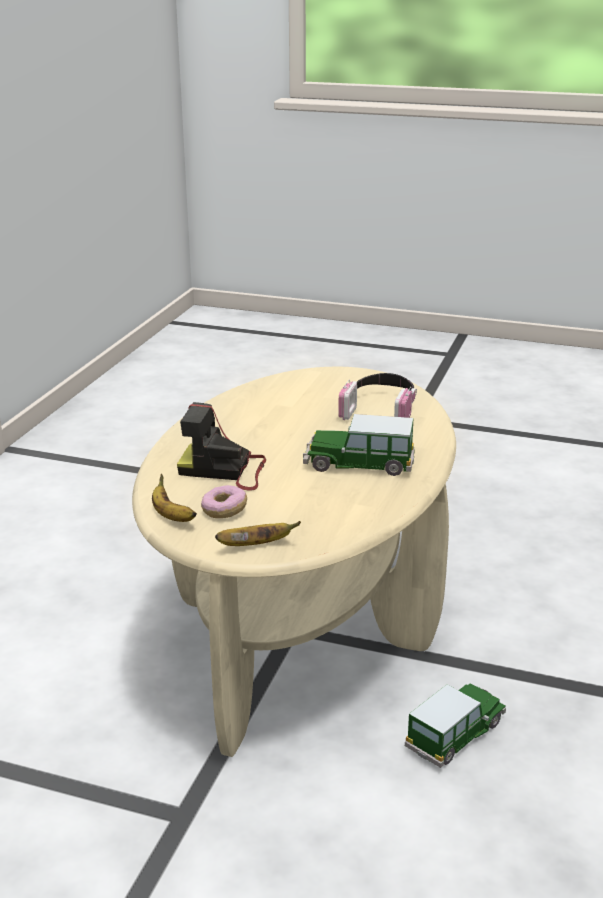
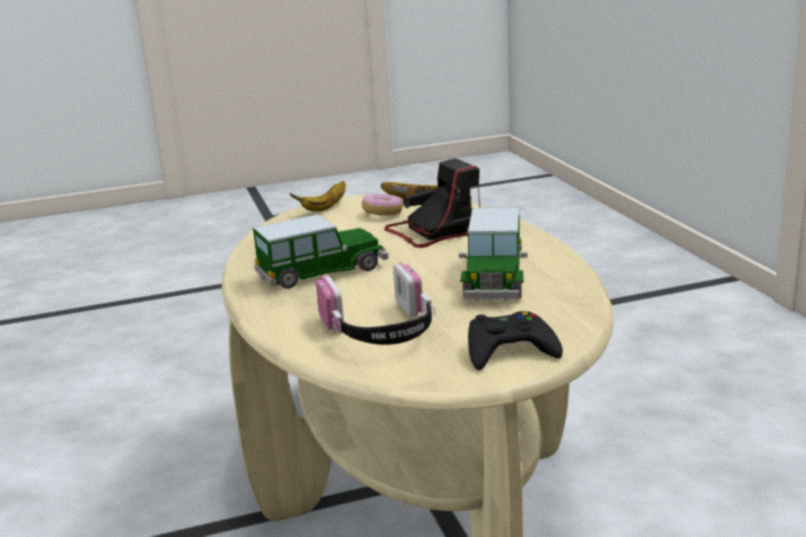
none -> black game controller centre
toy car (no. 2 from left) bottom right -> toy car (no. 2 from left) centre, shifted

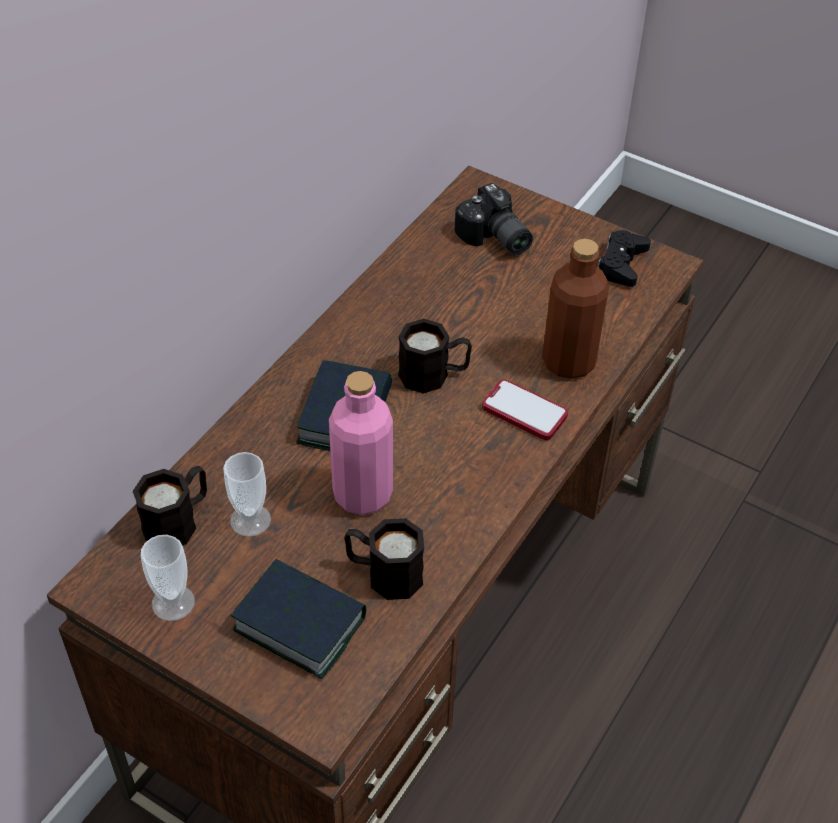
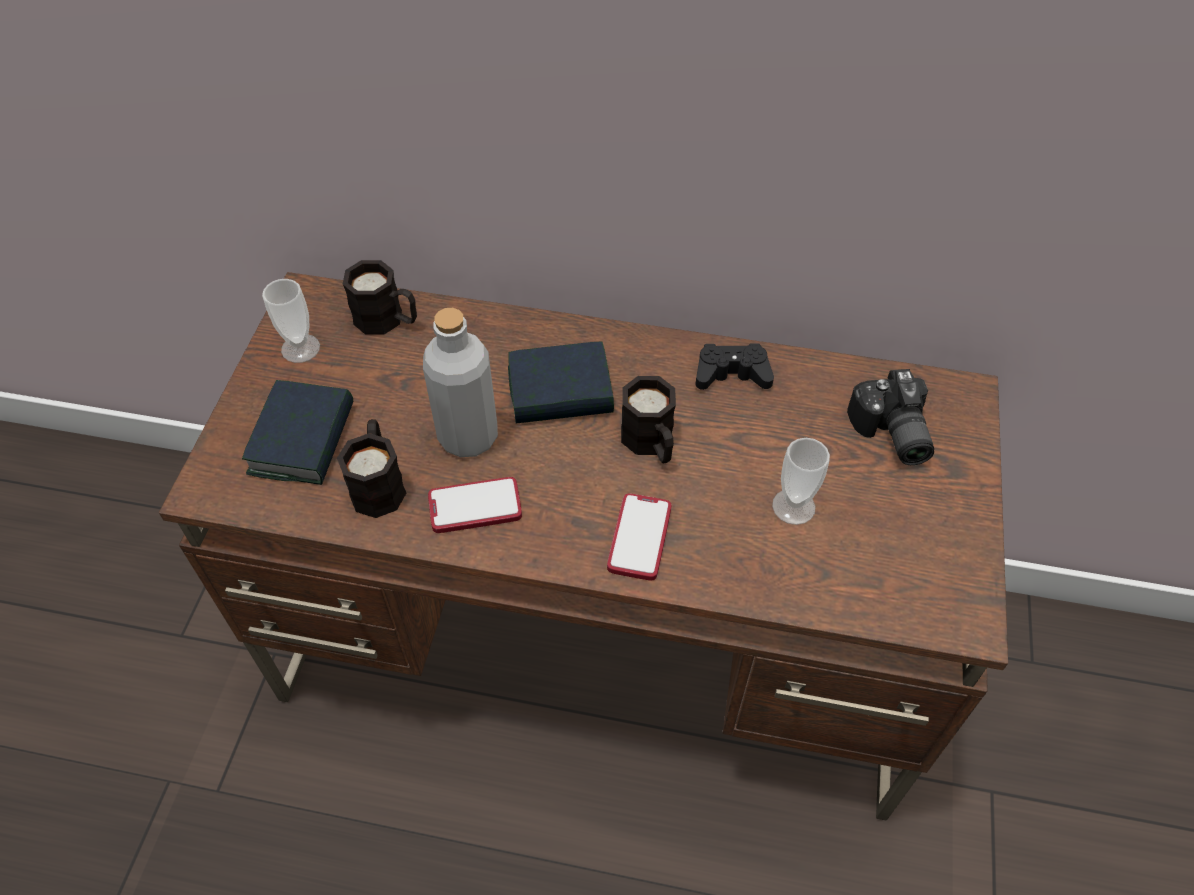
brown bottle middle right -> none
none -> phone (no. 1 from left) centre
cup (no. 2 from left) middle left -> cup (no. 2 from left) middle right, shifted
black game controller top right -> black game controller centre, shifted
pink bottle centre -> grey bottle centre
photo camera top centre -> photo camera middle right, 45 degrees counterclockwise

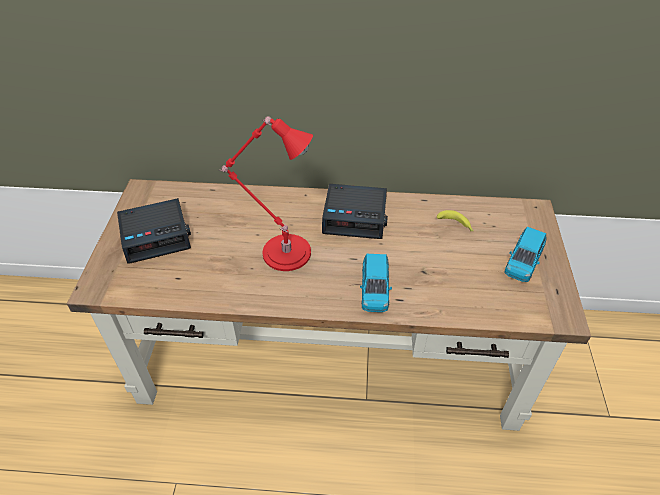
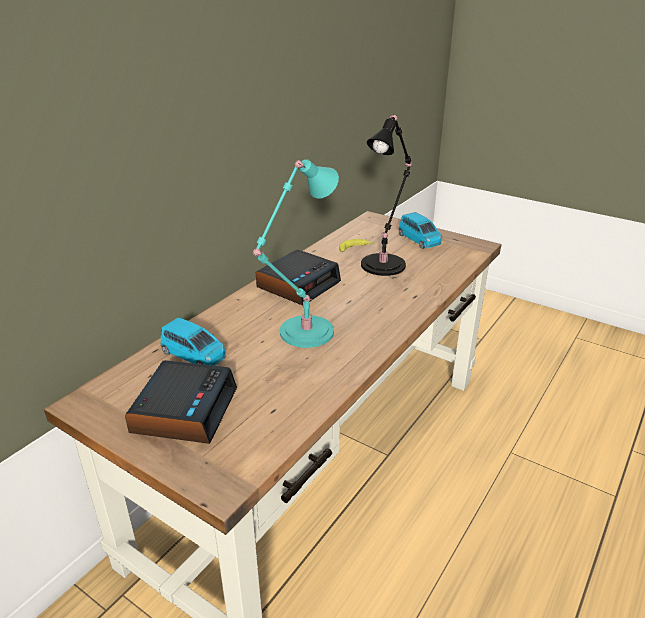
none -> black table lamp top centre
blue toy car (no. 1 from left) centre -> blue toy car (no. 1 from left) middle left, shifted
red table lamp centre -> turquoise table lamp centre

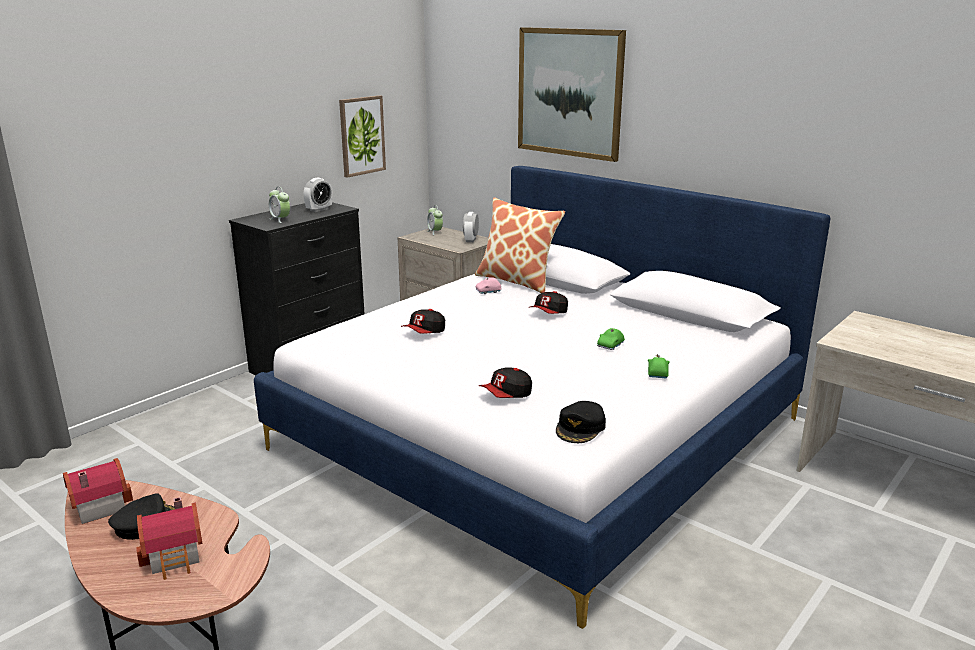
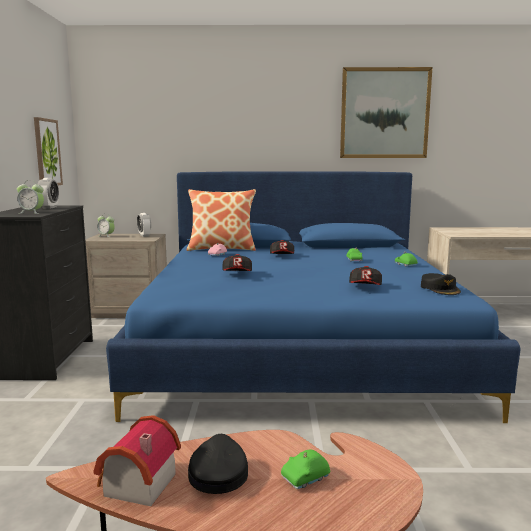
picture (no. 2 from left) top centre -> picture (no. 2 from left) top right, shifted
toy house (no. 2 from left) bottom left -> green toy car (no. 1 from left) bottom centre
white bed centre -> blue bed centre

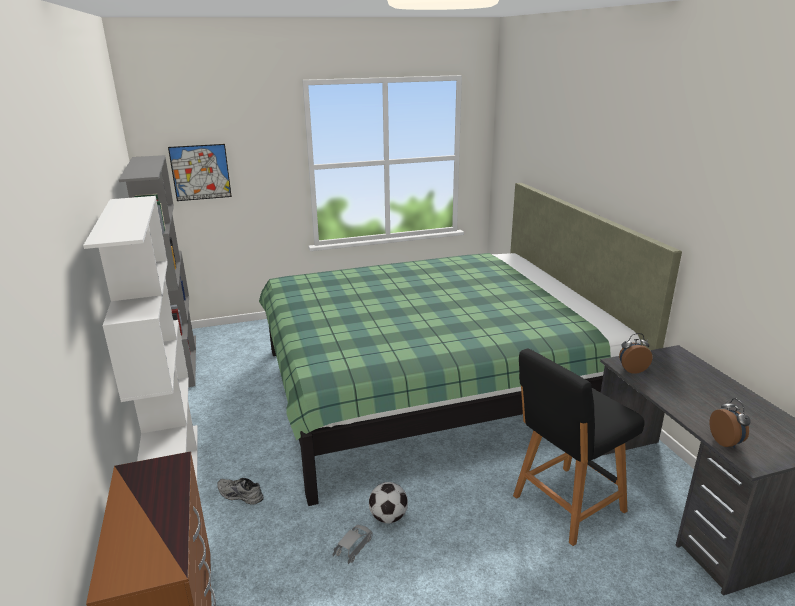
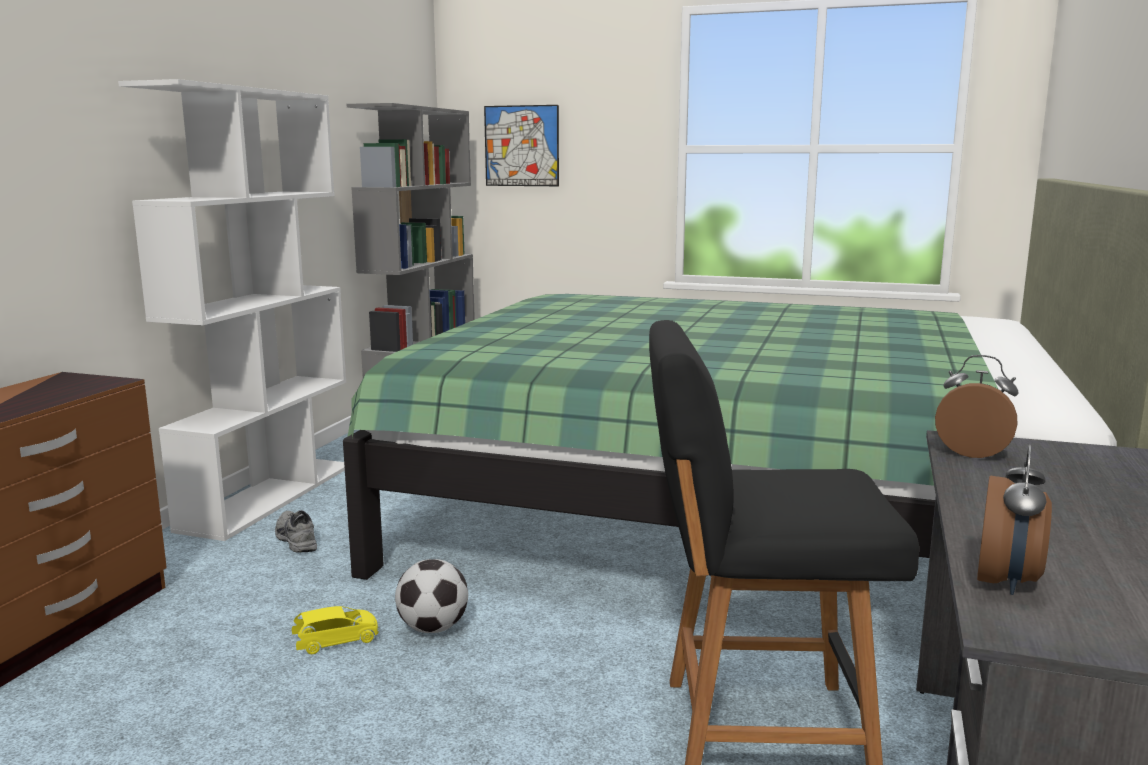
grey toy car bottom centre -> yellow toy car bottom left

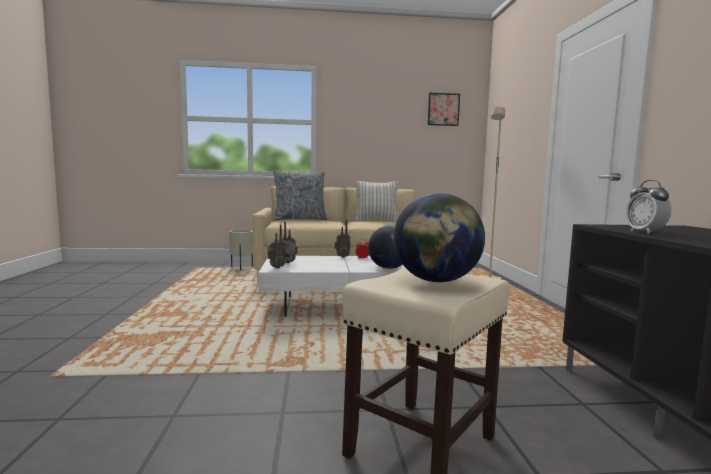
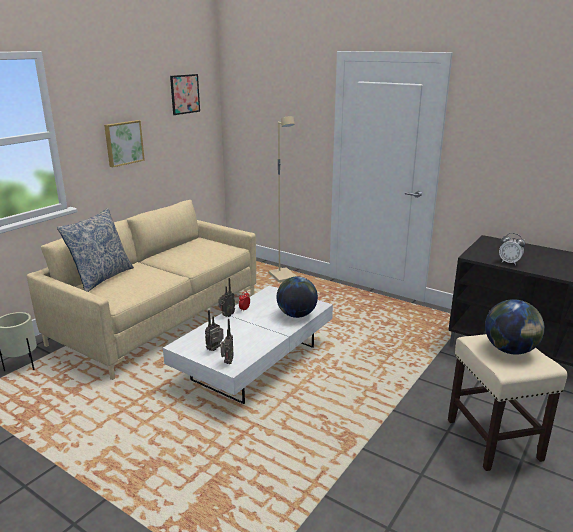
pillow (no. 2 from left) centre -> none
none -> picture (no. 1 from left) top left

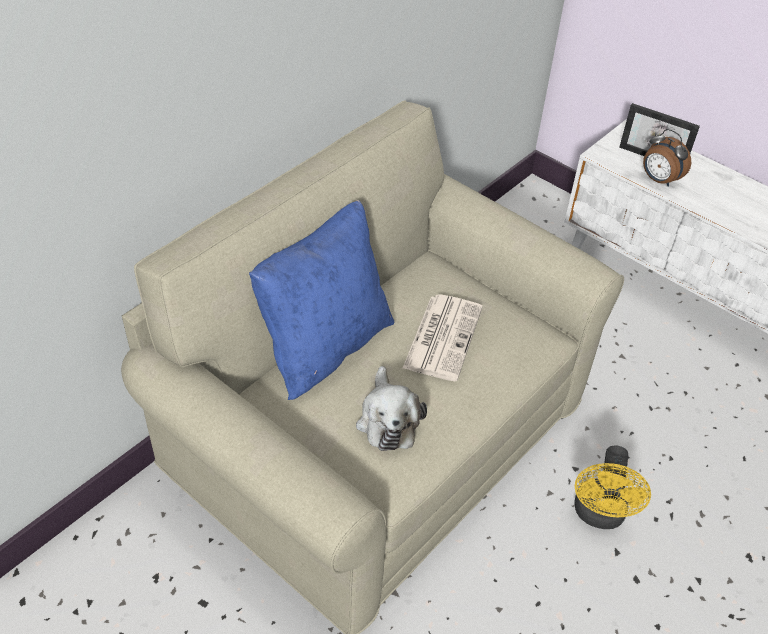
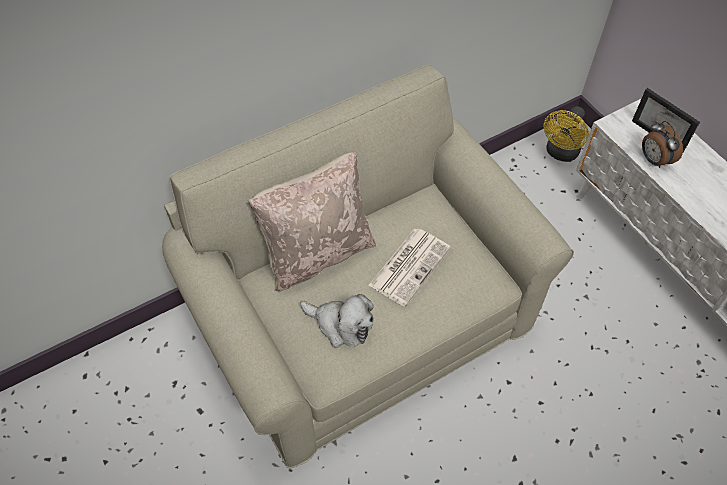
yellow fan bottom right -> yellow fan top right, shifted
blue pillow centre -> beige pillow centre
plush toy centre, 75 degrees counterclockwise

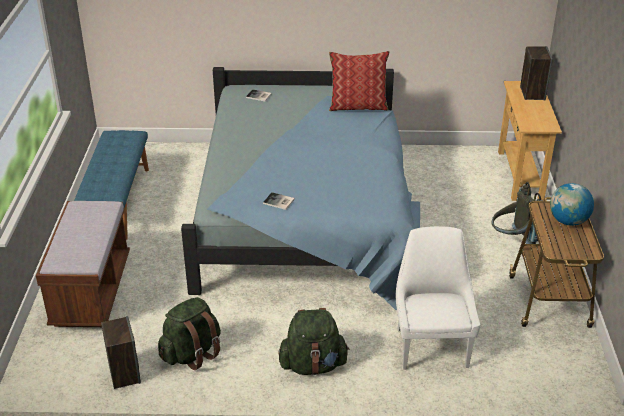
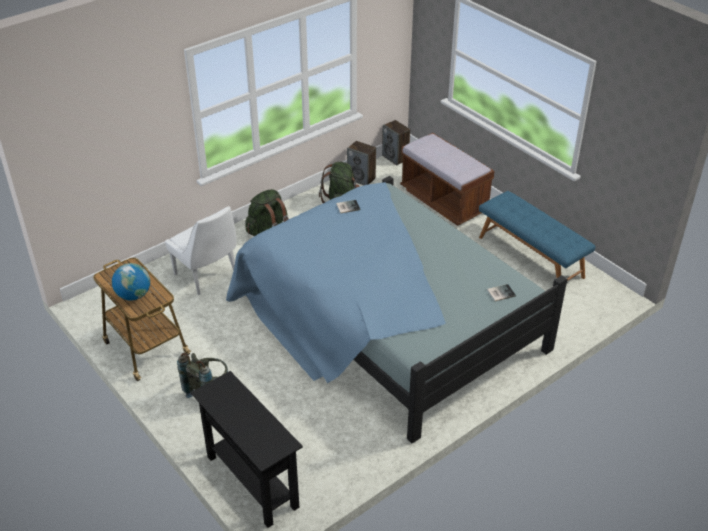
pillow top centre -> none
speaker (no. 2 from left) top right -> speaker (no. 2 from left) top centre, shifted
beige console table middle right -> black console table bottom centre

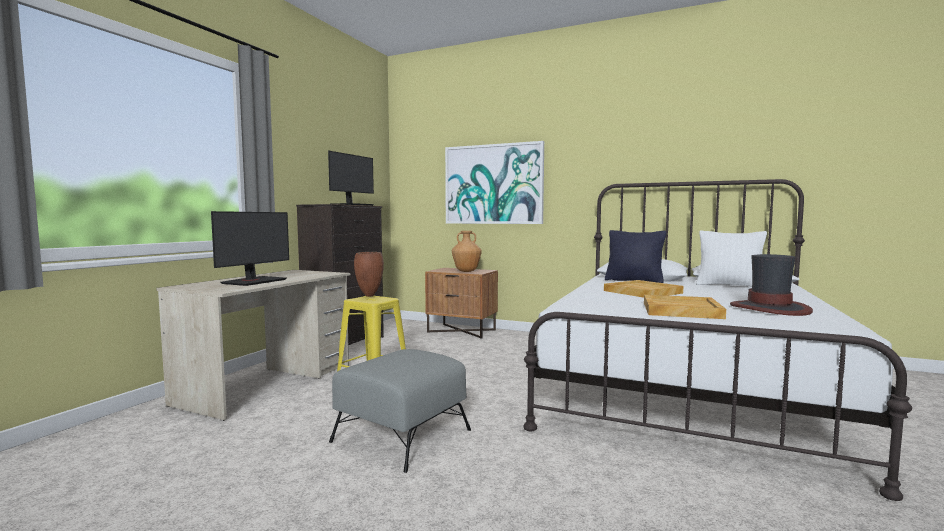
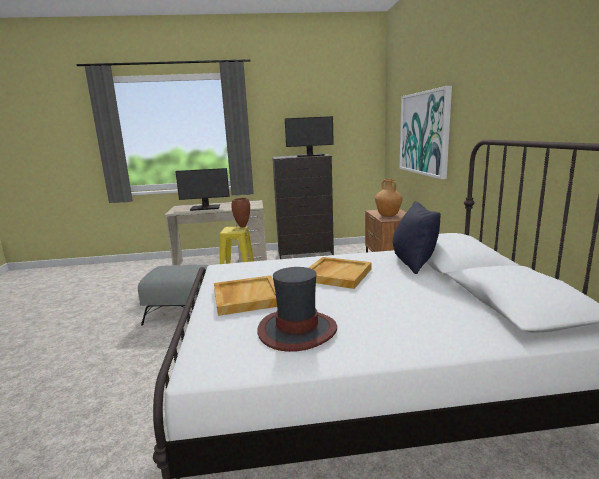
white pillow middle right -> none

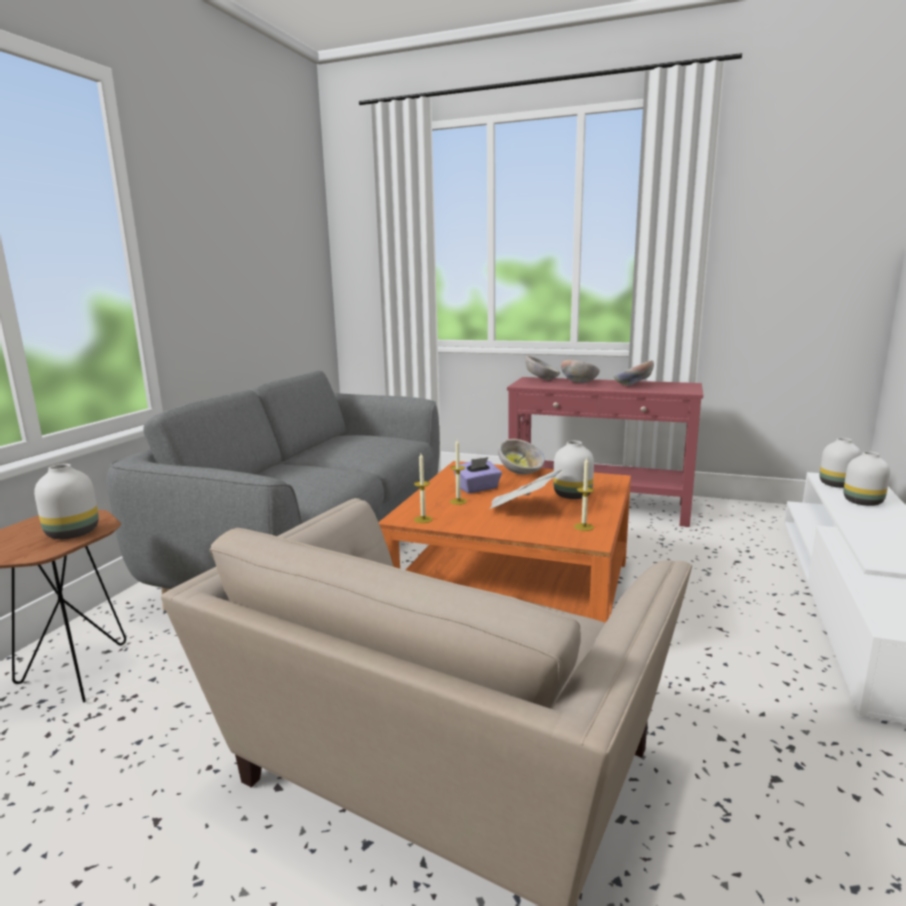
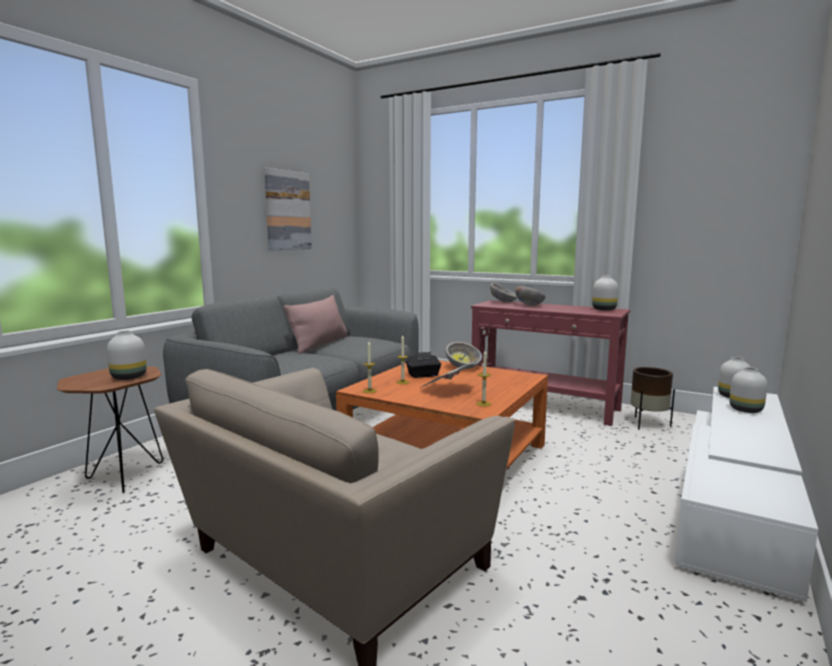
bowl (no. 4 from left) middle right -> none
none -> picture top centre
none -> pink pillow centre
none -> brown planter middle right
white vase (no. 2 from left) centre -> white vase (no. 2 from left) middle right, shifted
purple tissue box centre -> black tissue box centre

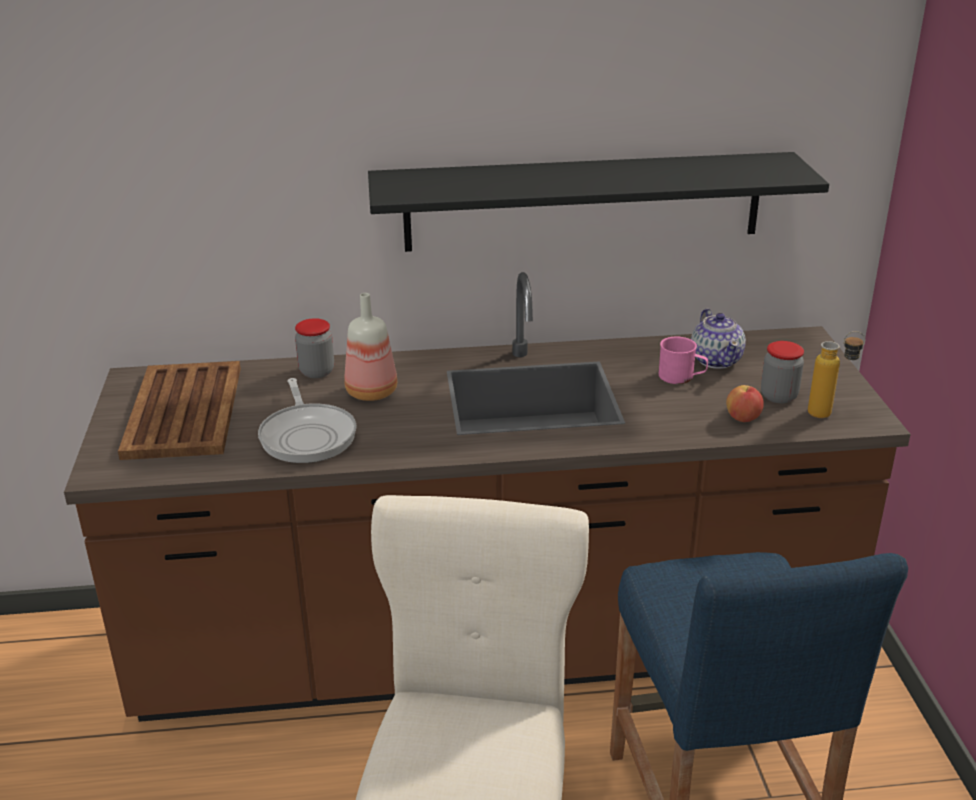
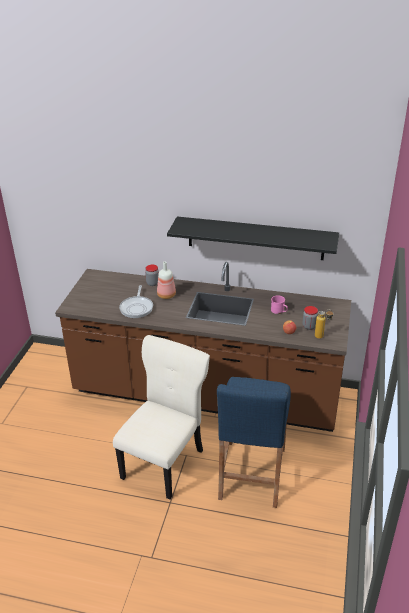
brown tray middle left -> none
teapot middle right -> none

